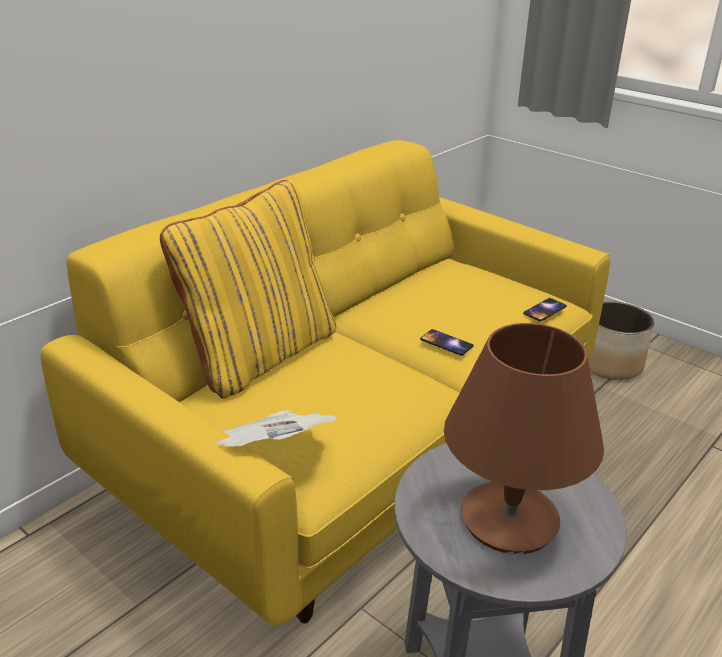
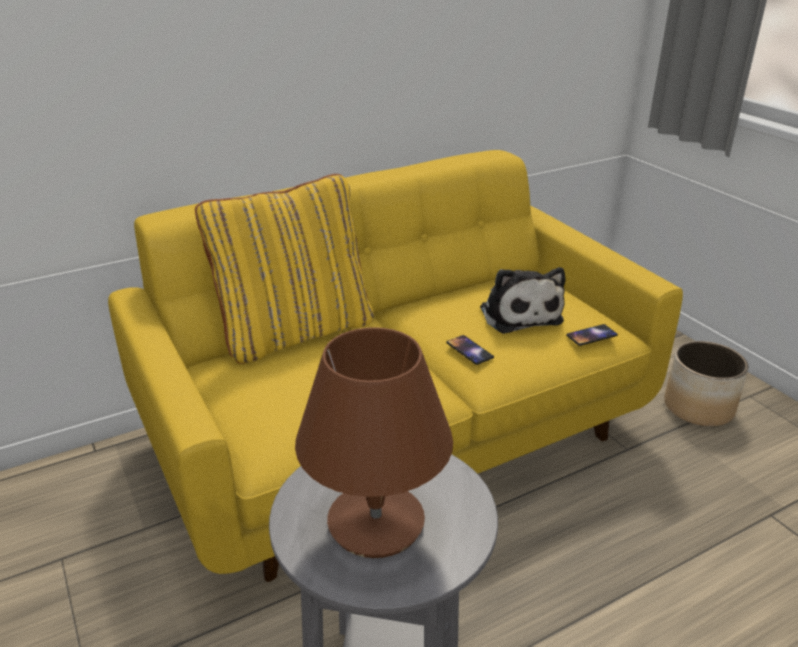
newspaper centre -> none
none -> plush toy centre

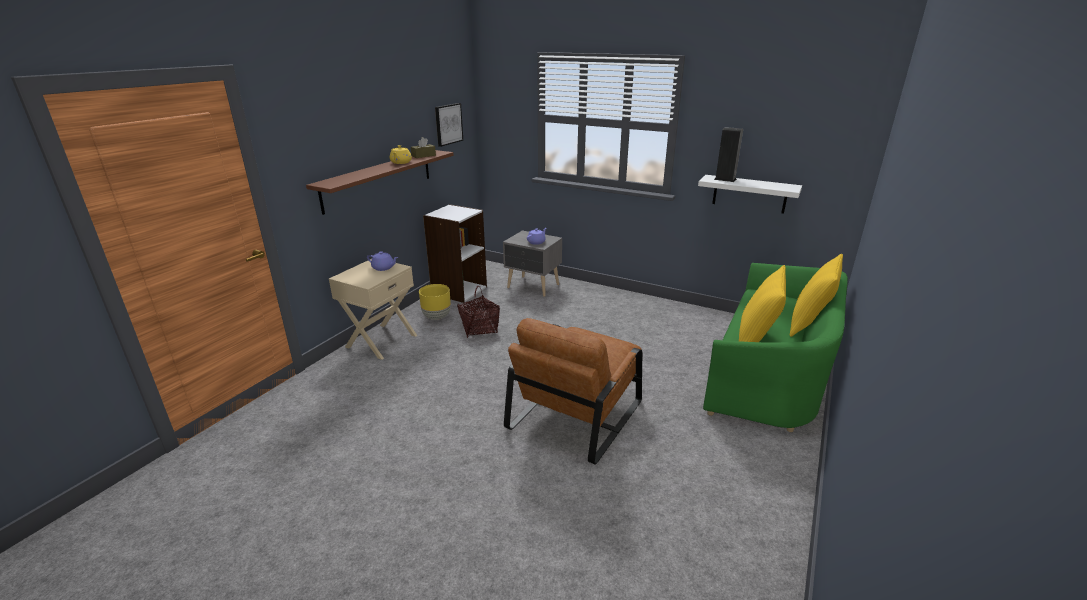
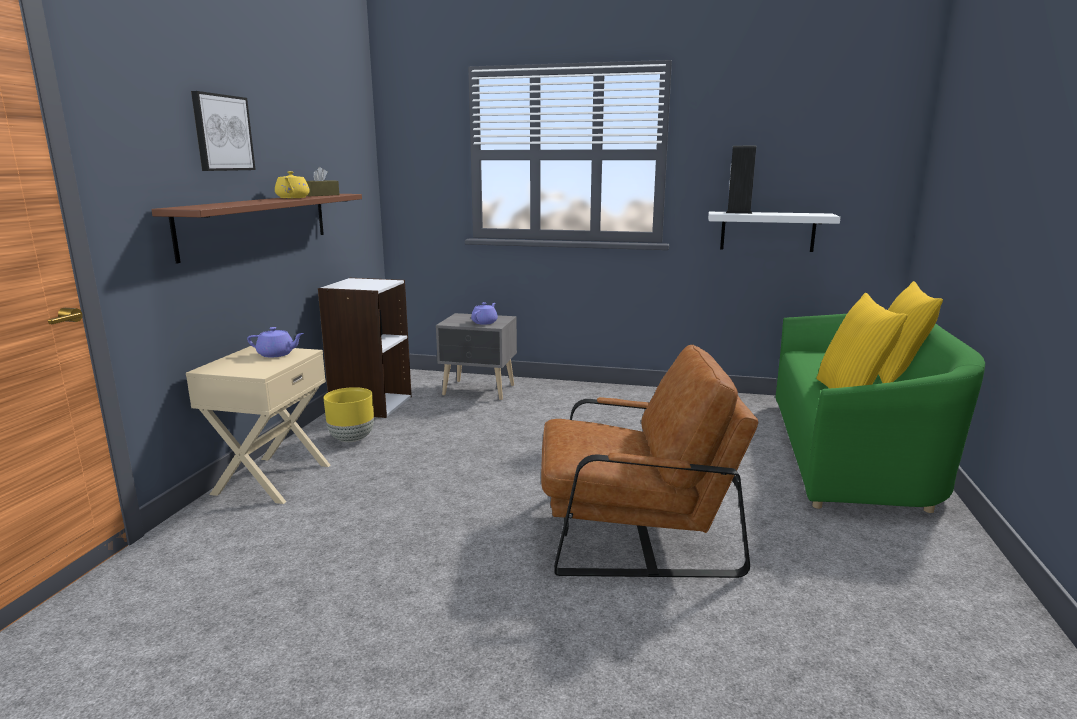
basket centre -> none
picture top centre -> picture top left, shifted
brown armchair centre, 105 degrees counterclockwise

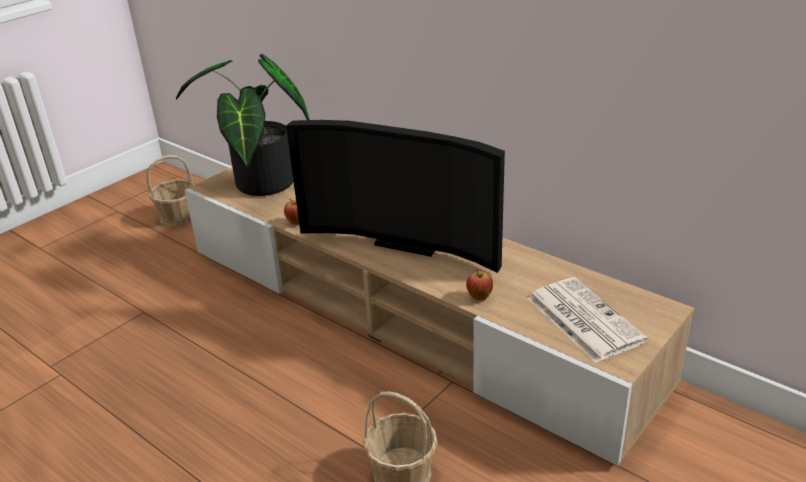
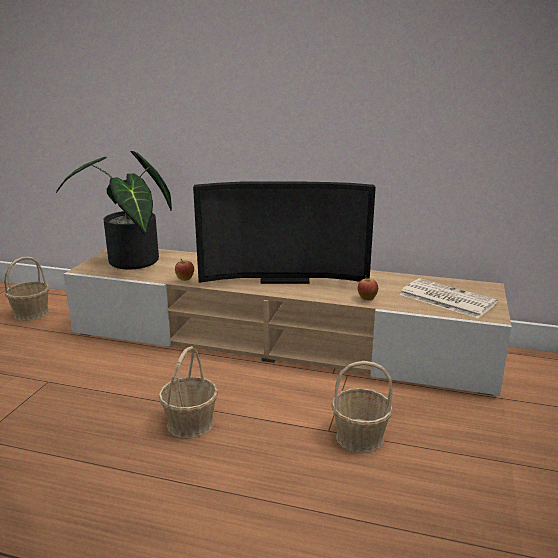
none -> basket (no. 2 from left) bottom centre

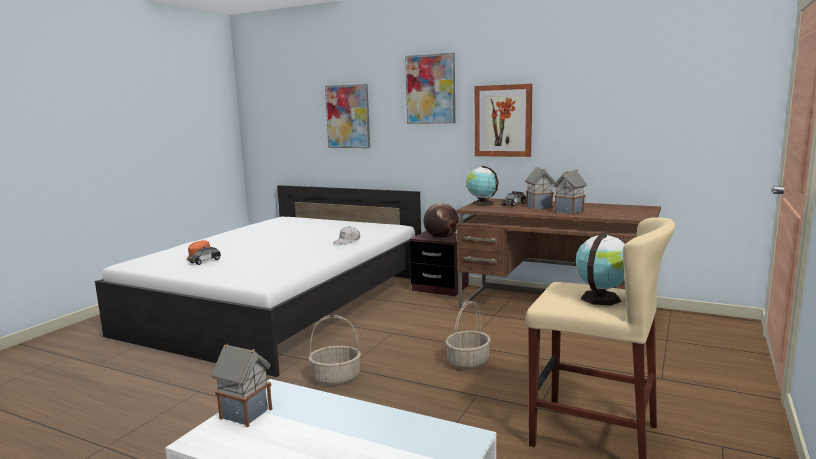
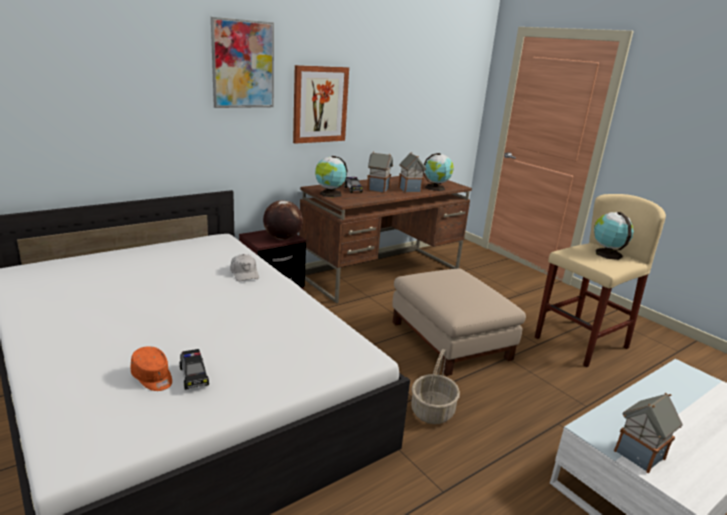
picture (no. 1 from left) top centre -> none
none -> globe (no. 3 from left) centre
basket (no. 2 from left) bottom centre -> beige ottoman centre

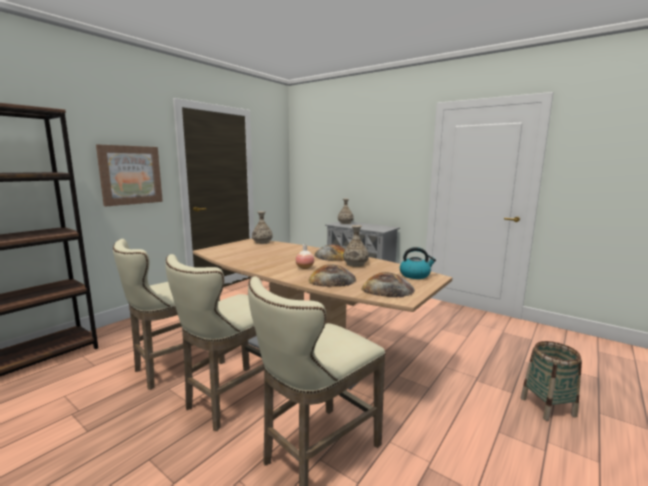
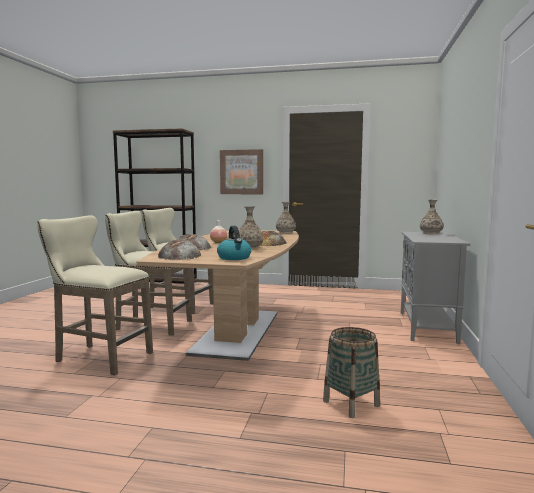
basket bottom right -> basket bottom centre, shifted

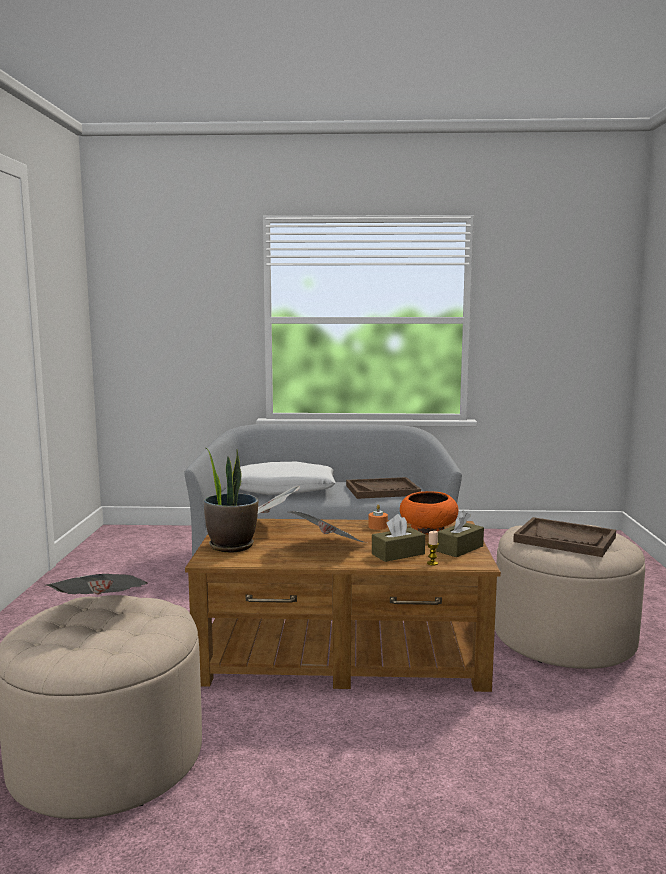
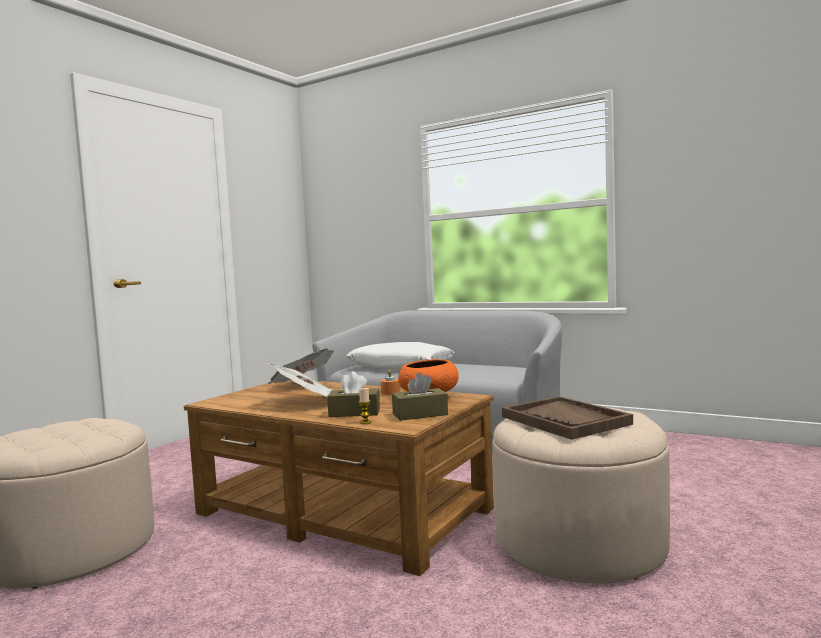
newspaper (no. 1 from left) bottom left -> none
potted plant centre -> none
brown tray (no. 1 from left) centre -> none

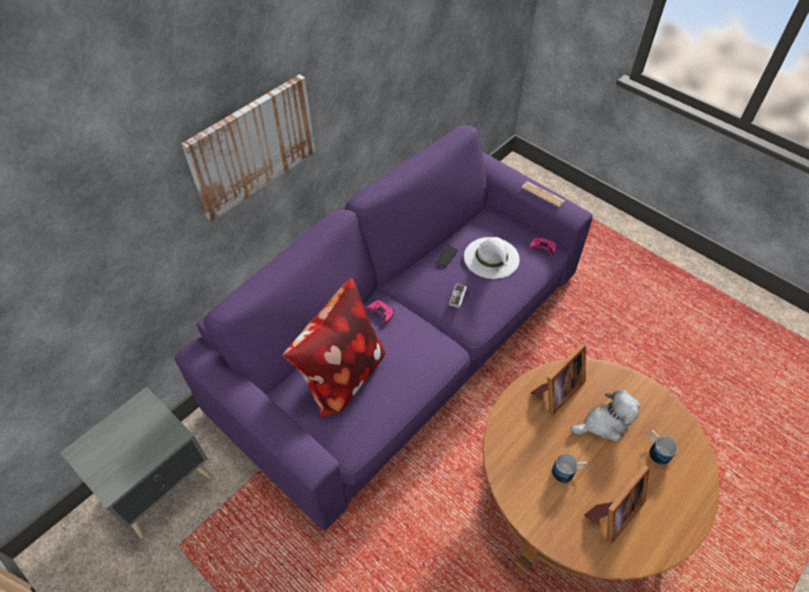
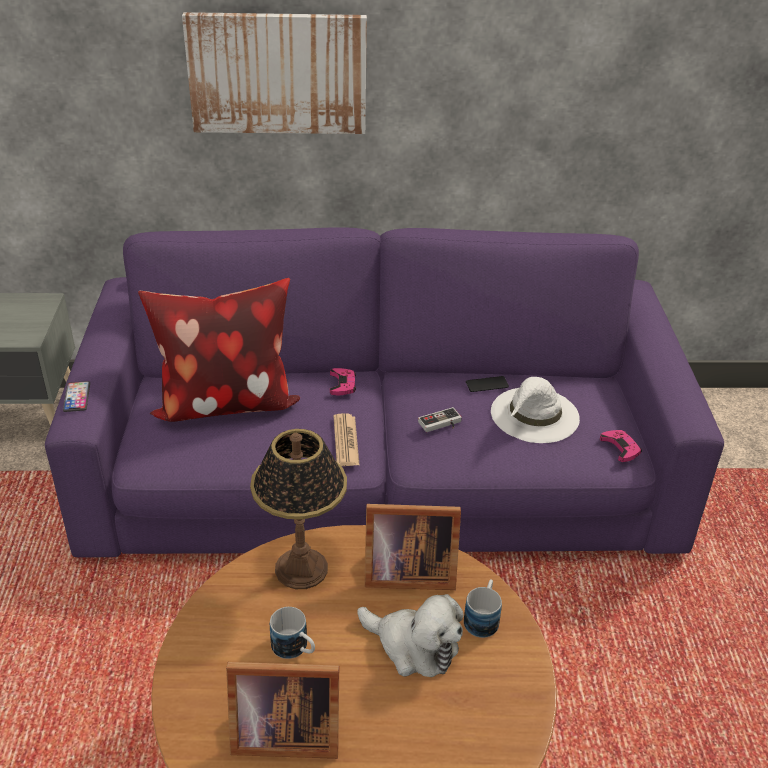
none -> phone (no. 1 from left) middle left
none -> table lamp centre
newspaper top right -> newspaper centre, shifted
mug (no. 2 from left) bottom right -> mug (no. 2 from left) bottom centre, shifted

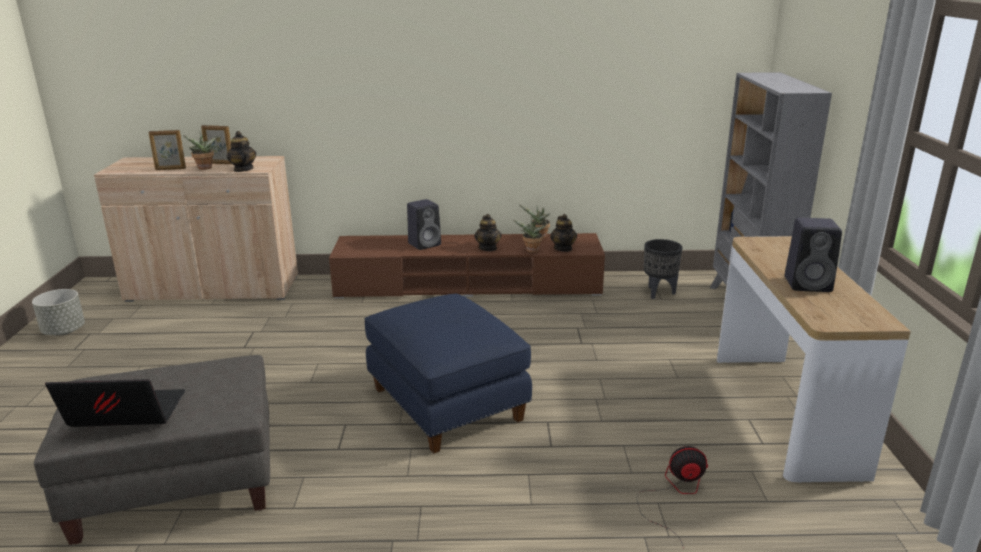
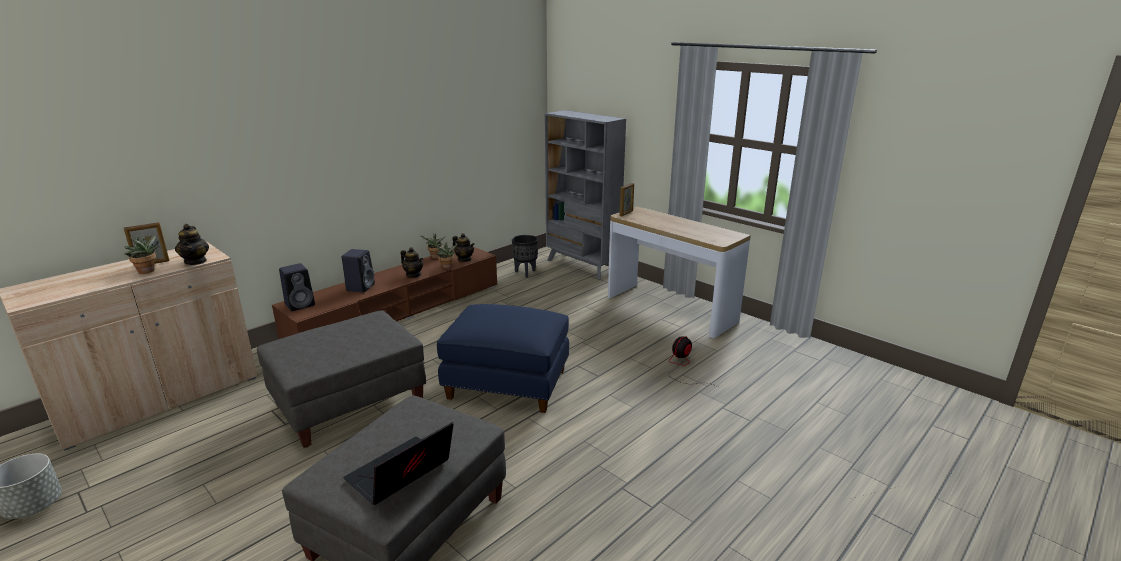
none -> grey ottoman (no. 1 from left) bottom left
picture frame (no. 1 from left in the first image) top left -> picture frame (no. 2 from left) centre, shifted
black speaker (no. 2 from left in the first image) middle right -> black speaker (no. 1 from left) middle left, shifted
teapot (no. 1 from left) top left -> teapot (no. 1 from left) middle left, 120 degrees counterclockwise

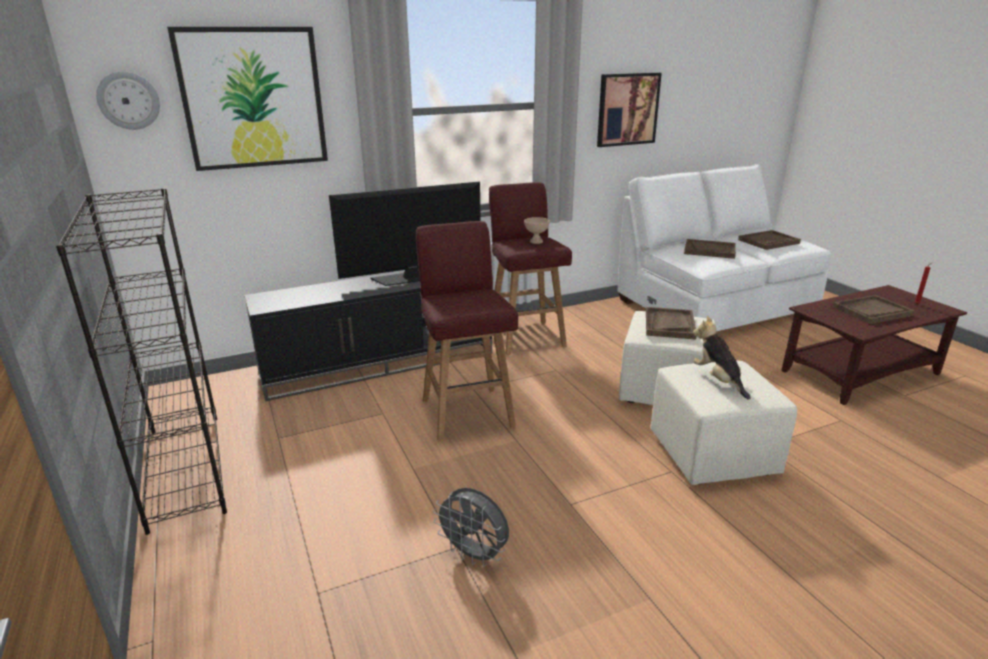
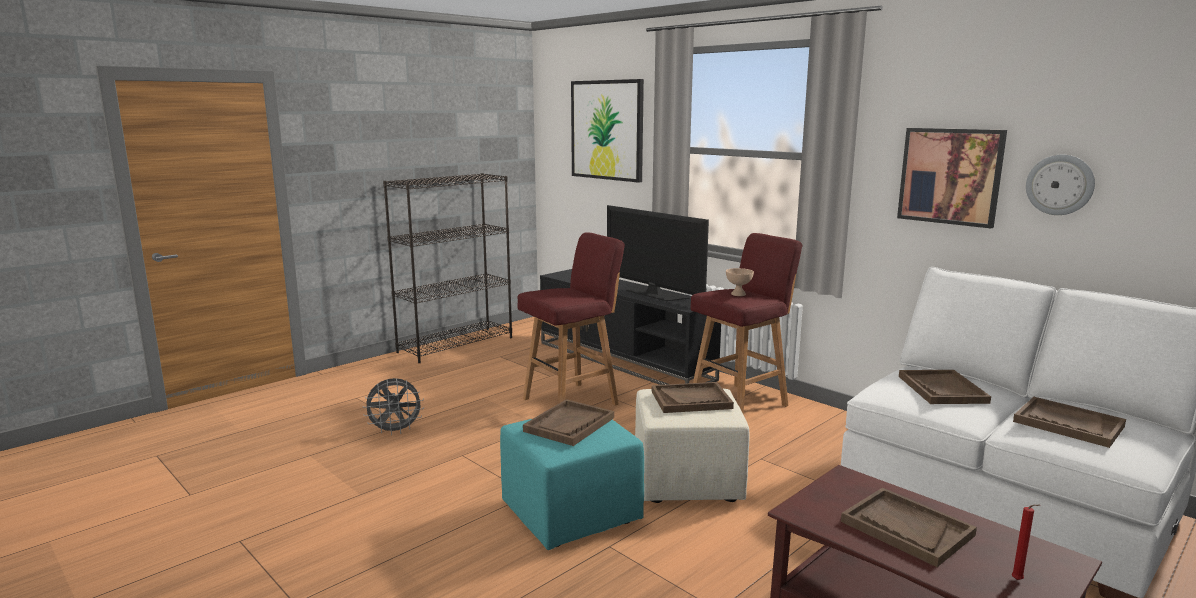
wall clock top left -> wall clock top right, shifted
plush toy middle right -> brown tray (no. 1 from left) bottom centre
beige ottoman (no. 2 from left) middle right -> turquoise ottoman bottom centre
grey fan bottom centre -> grey fan bottom left, 120 degrees counterclockwise

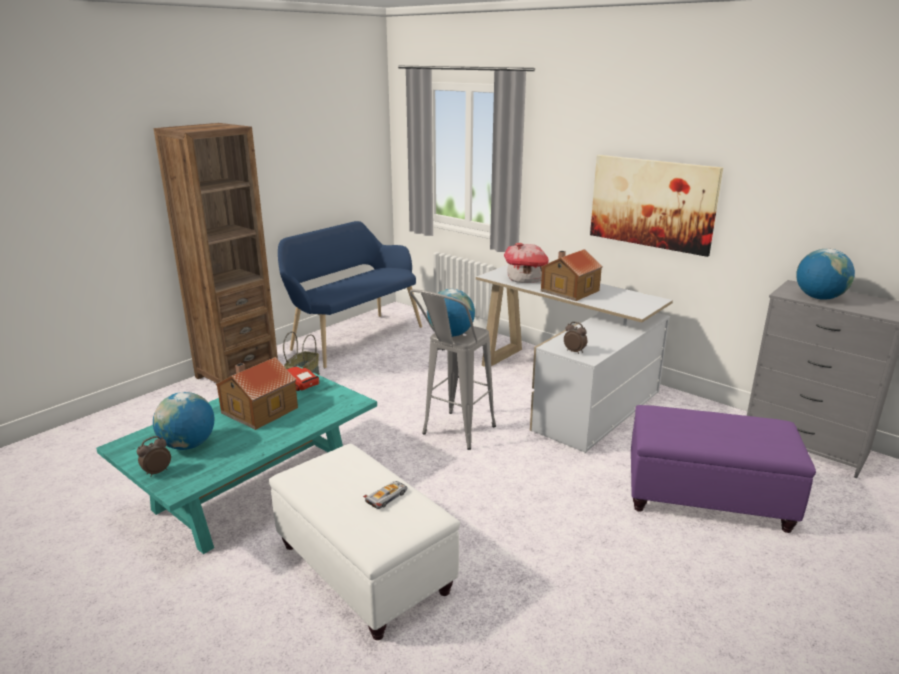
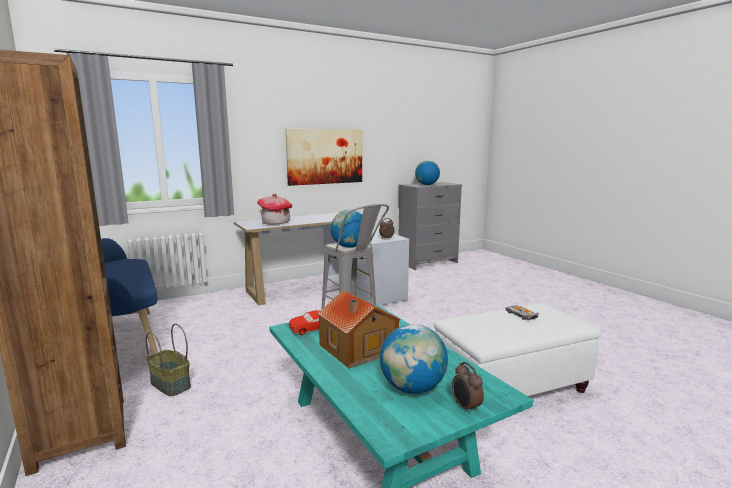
toy house (no. 3 from left) centre -> none
purple ottoman bottom right -> none

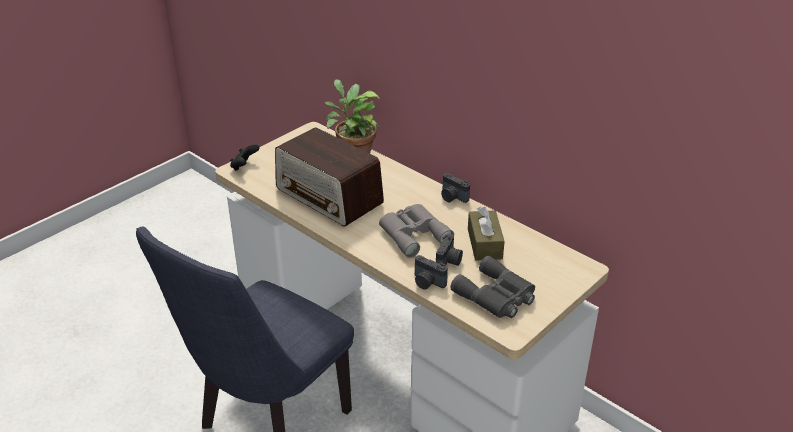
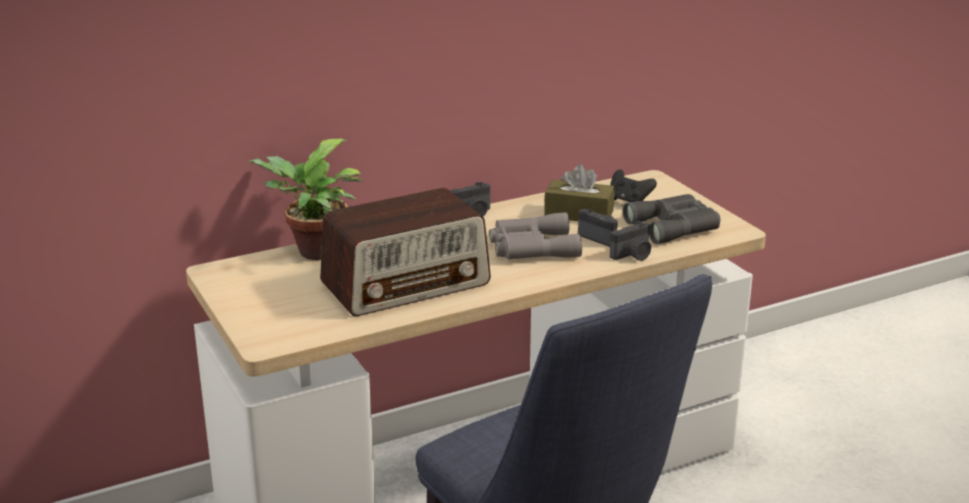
black game controller middle left -> black game controller centre, shifted

